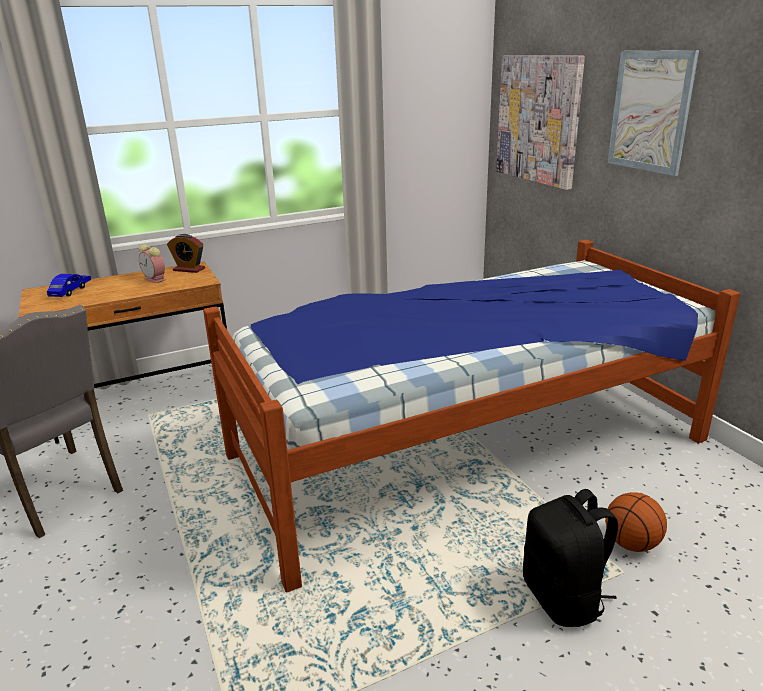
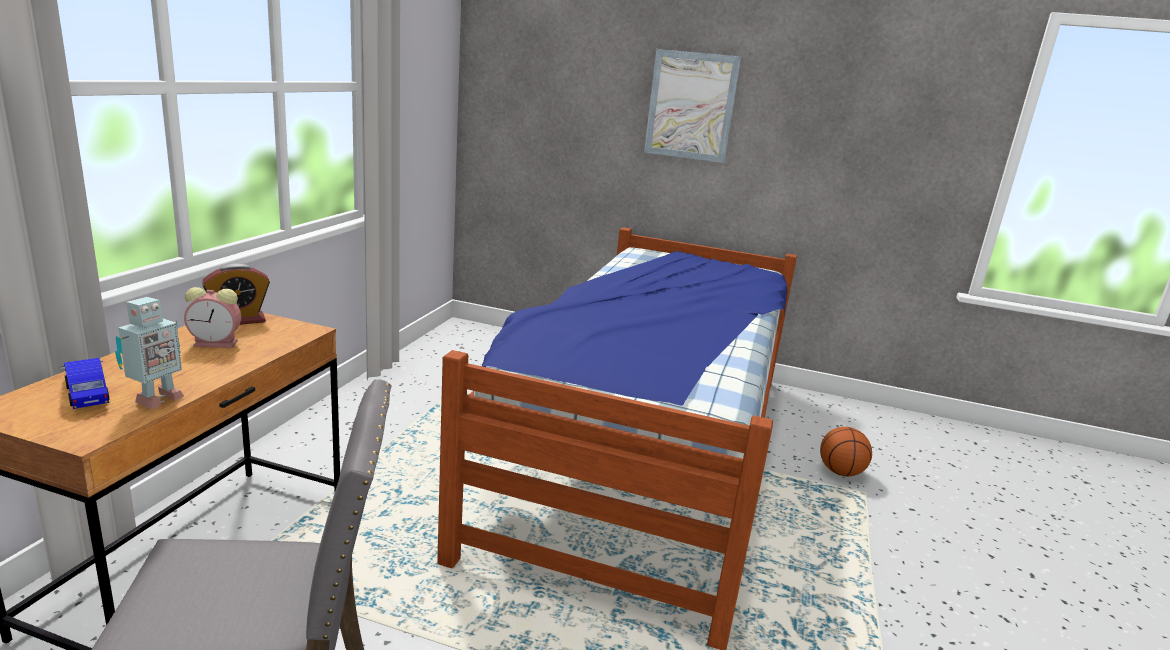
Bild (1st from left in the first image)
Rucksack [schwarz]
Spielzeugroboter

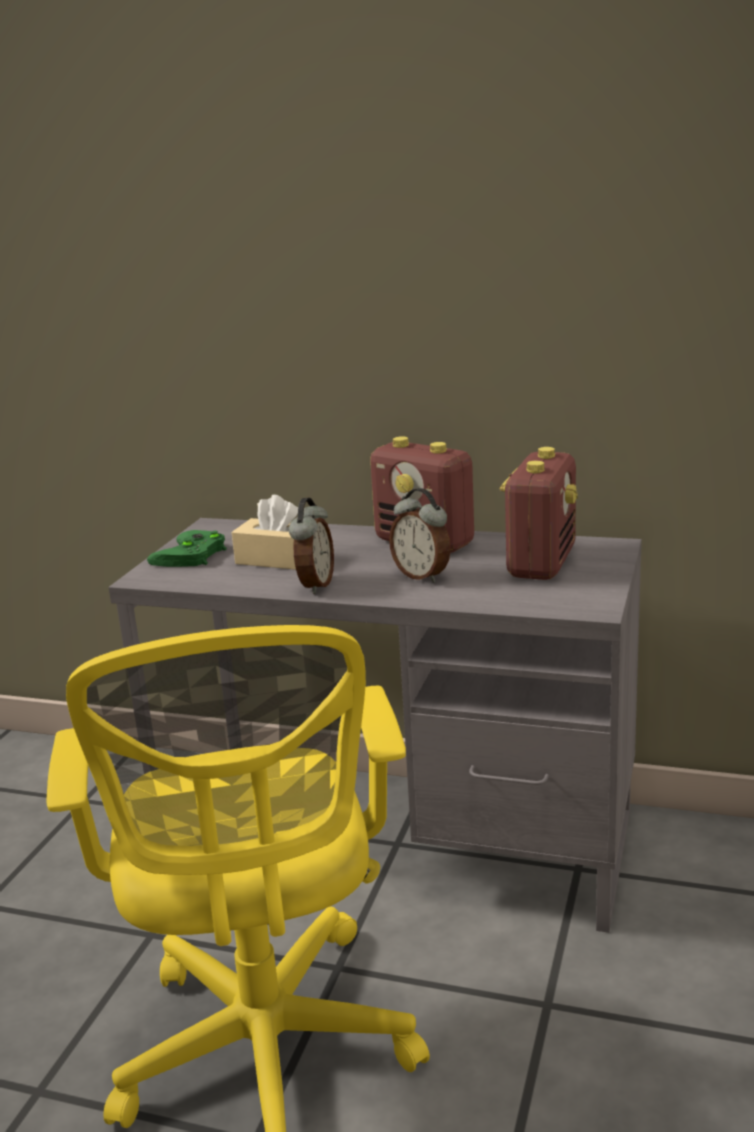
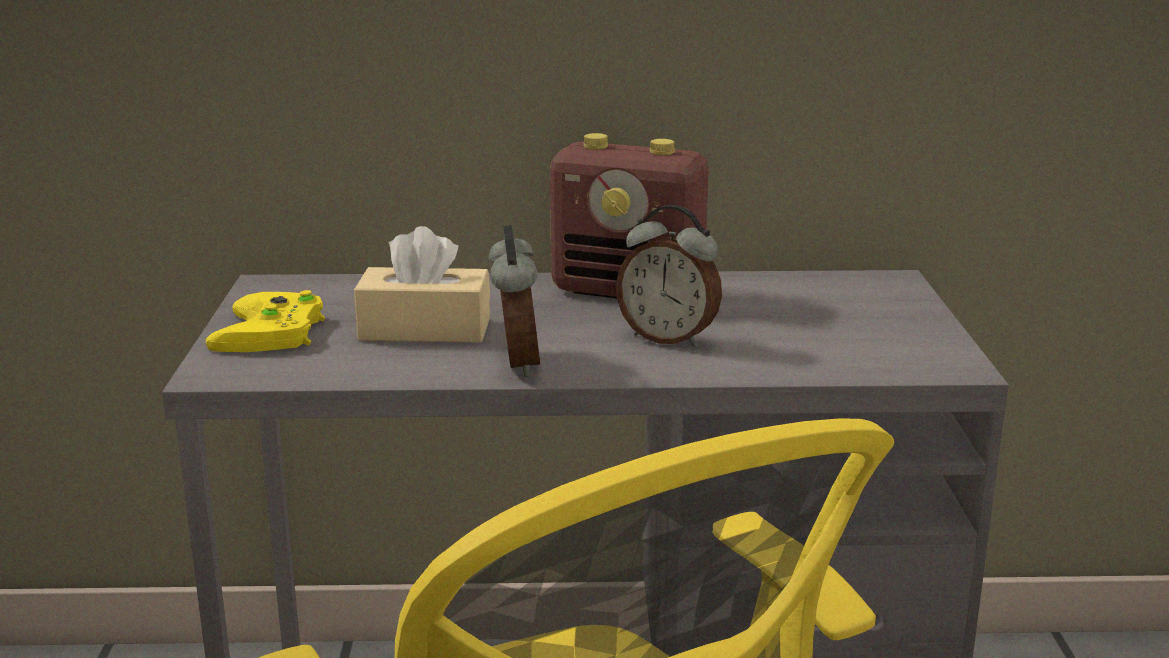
Gamepad [gelb]
Radio (2nd from left in the first image)

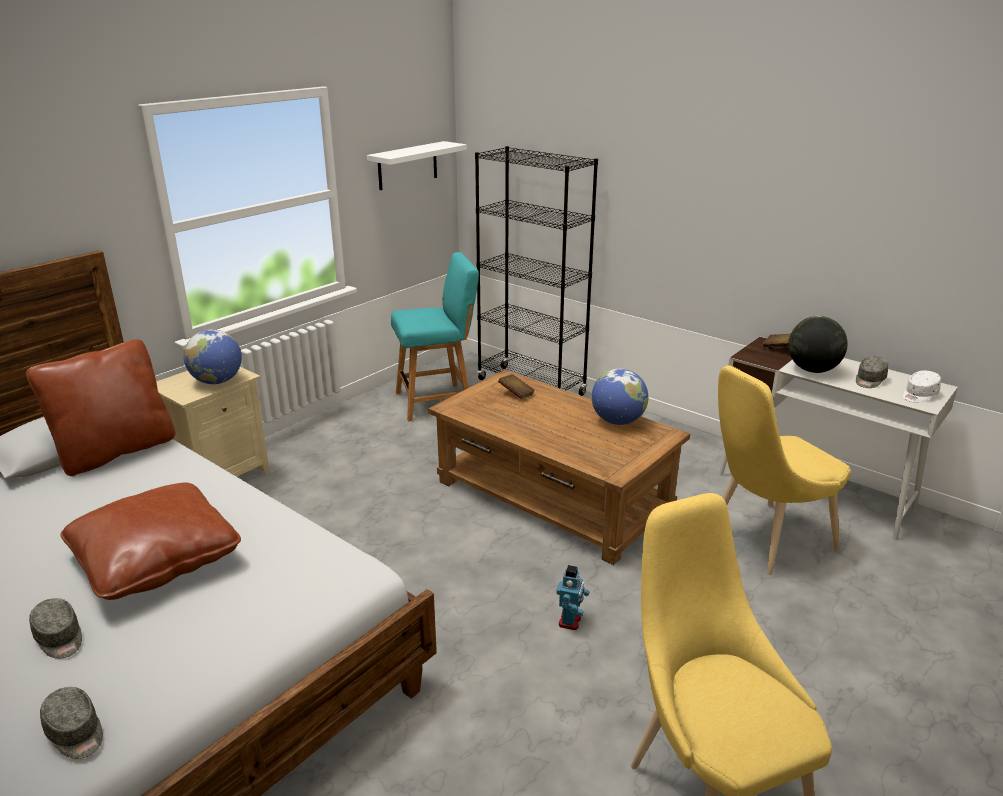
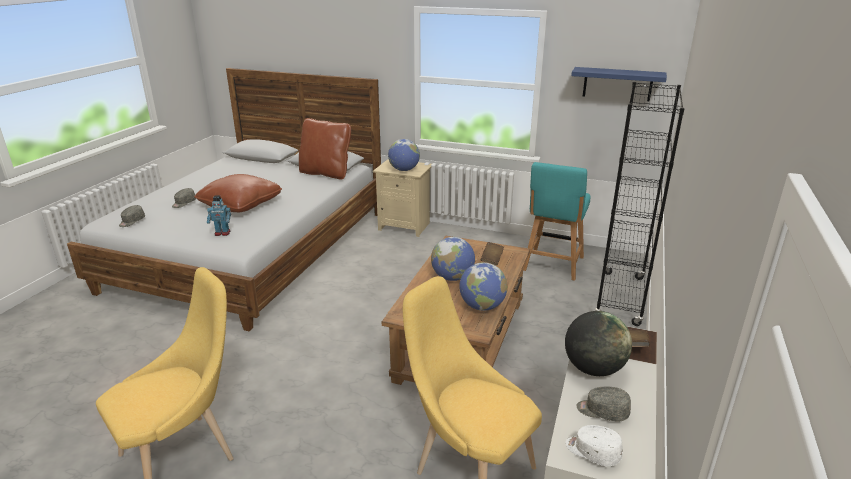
Wandregal [blau]
Stuhl [türkis]
Spielzeugroboter
Globus (2nd from left)

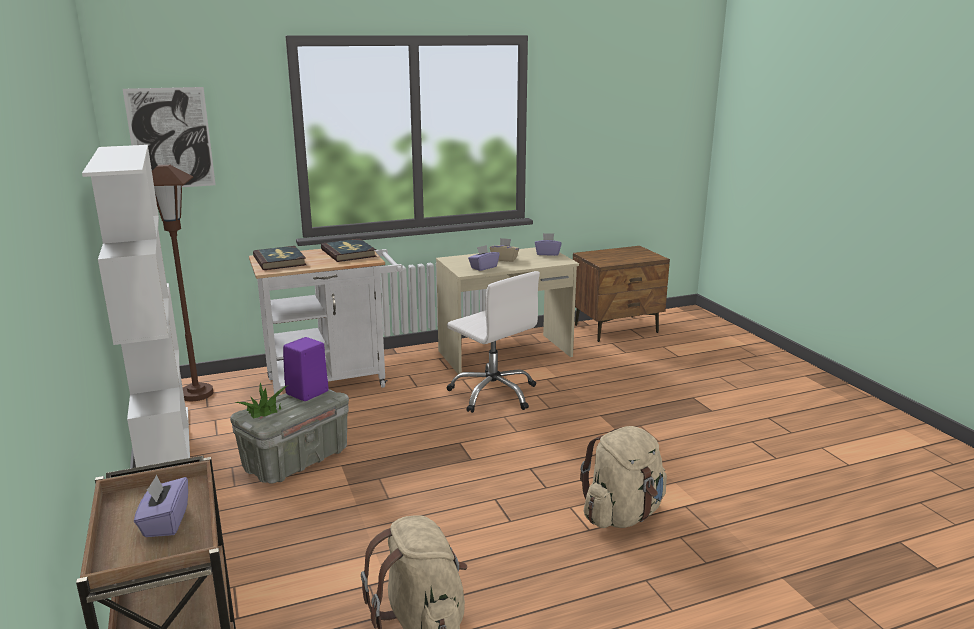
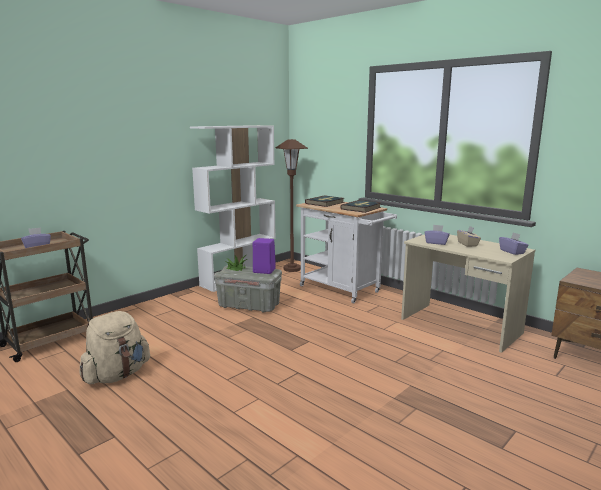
Bild
Bürostuhl [weiß]
Rucksack [beige] (2nd from left in the first image)

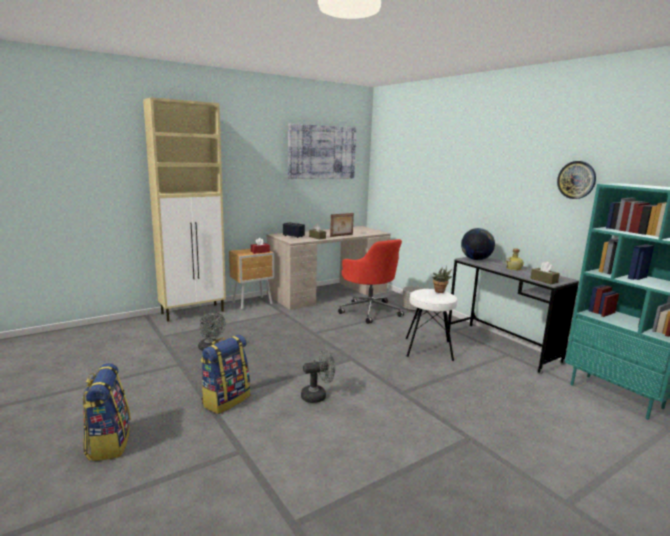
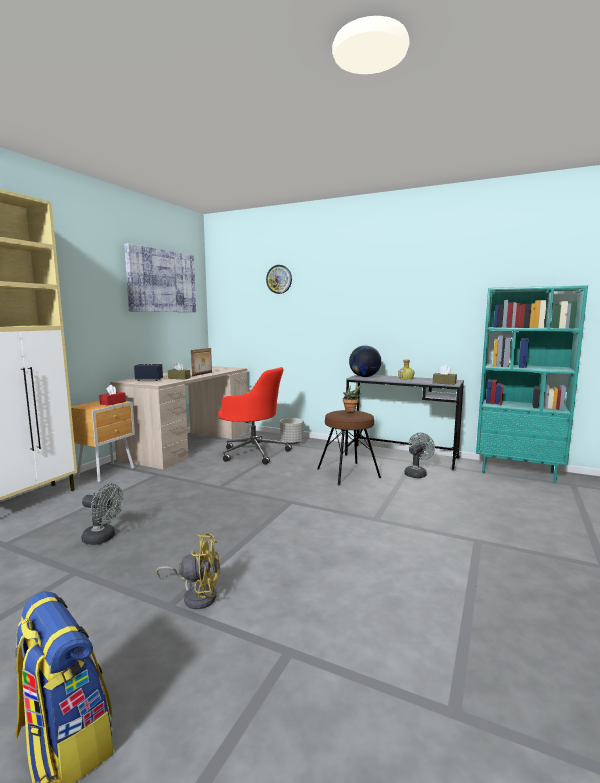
Ventilator [gelb]
Ventilator [grau] (2nd from left)
Hocker [braun]
Wanduhr

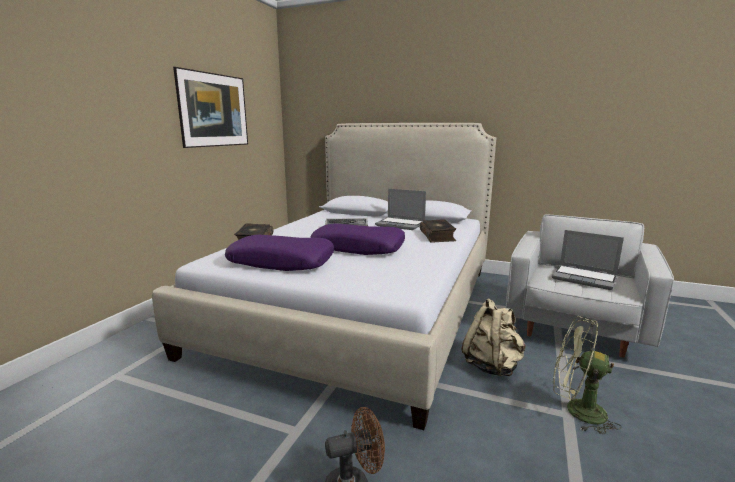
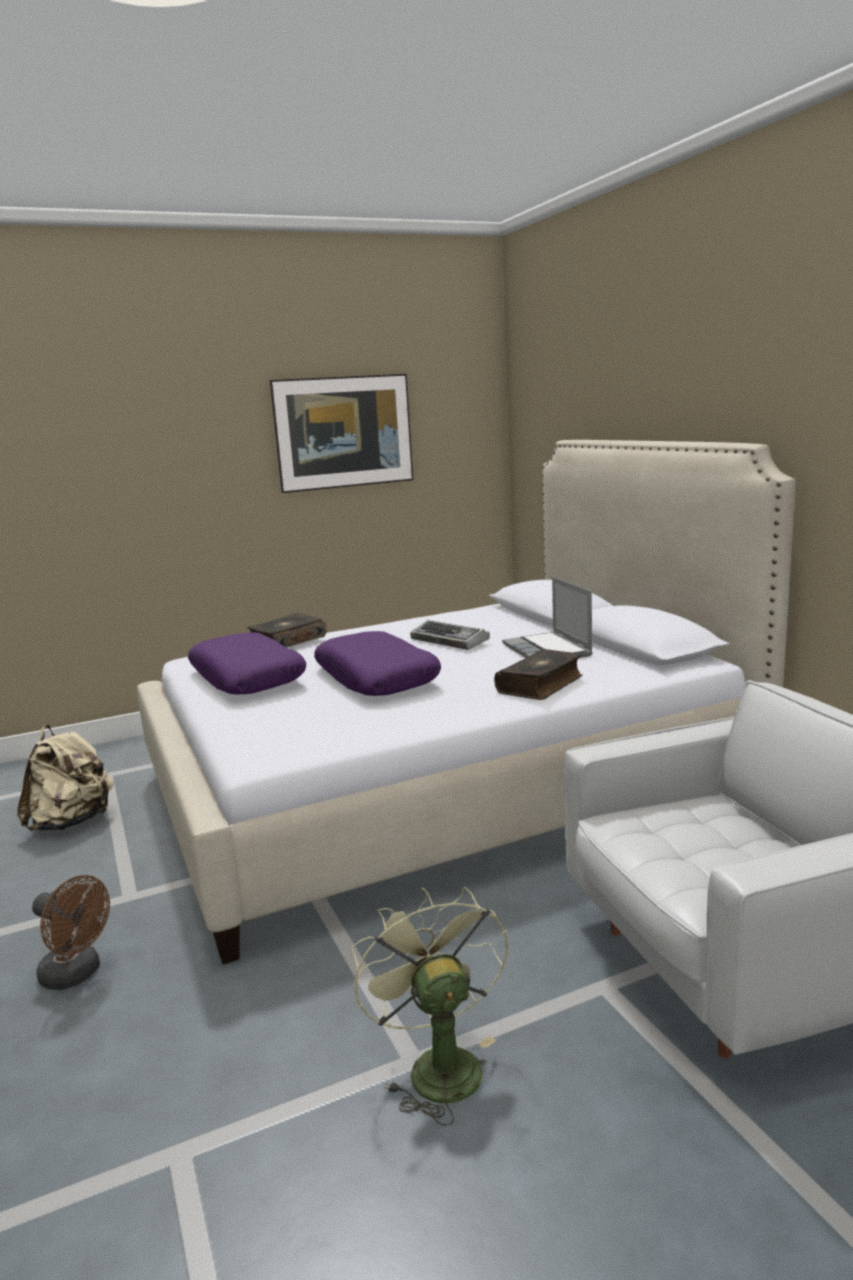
Rucksack [beige]
Laptop (2nd from left in the first image)

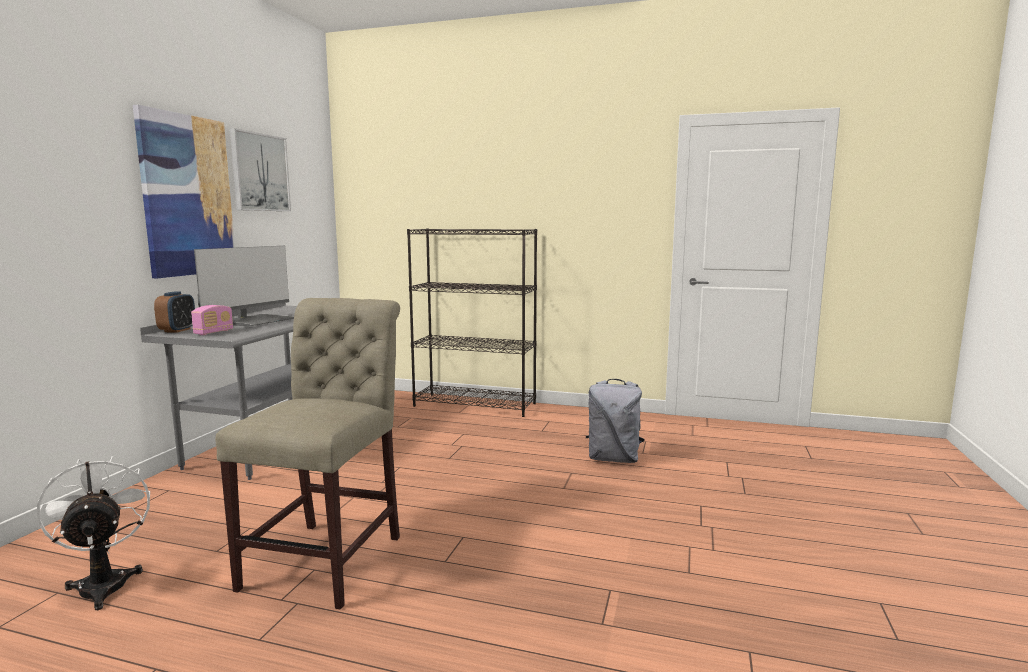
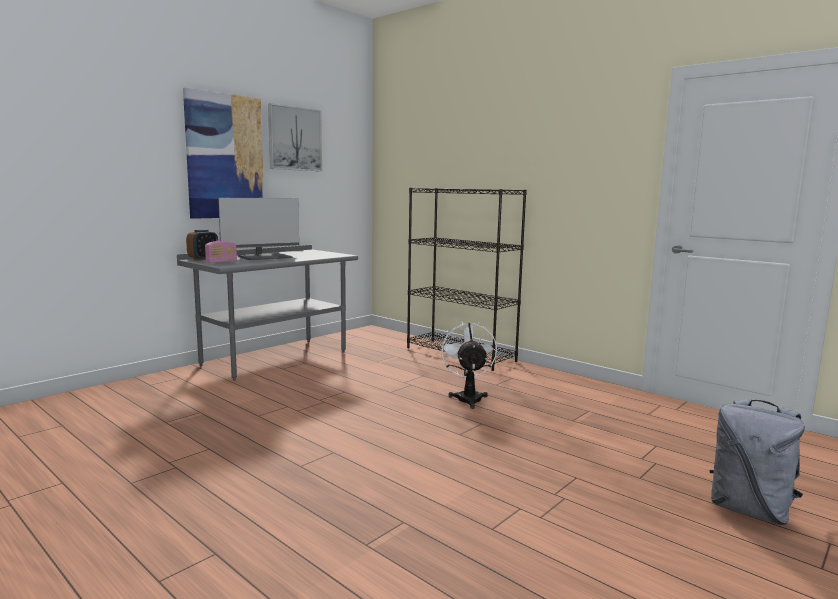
Ventilator [weiß]
Stuhl [beige]
Rucksack [grau]

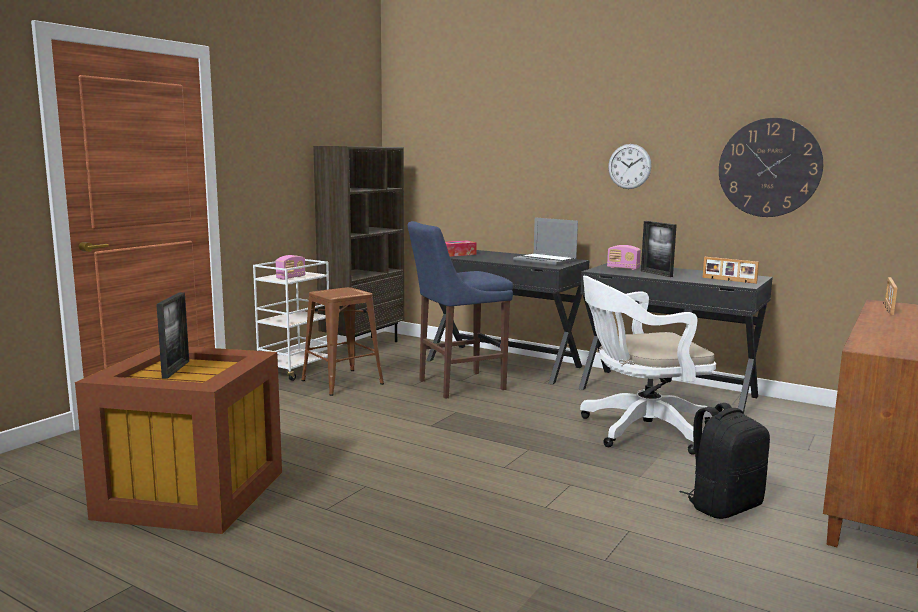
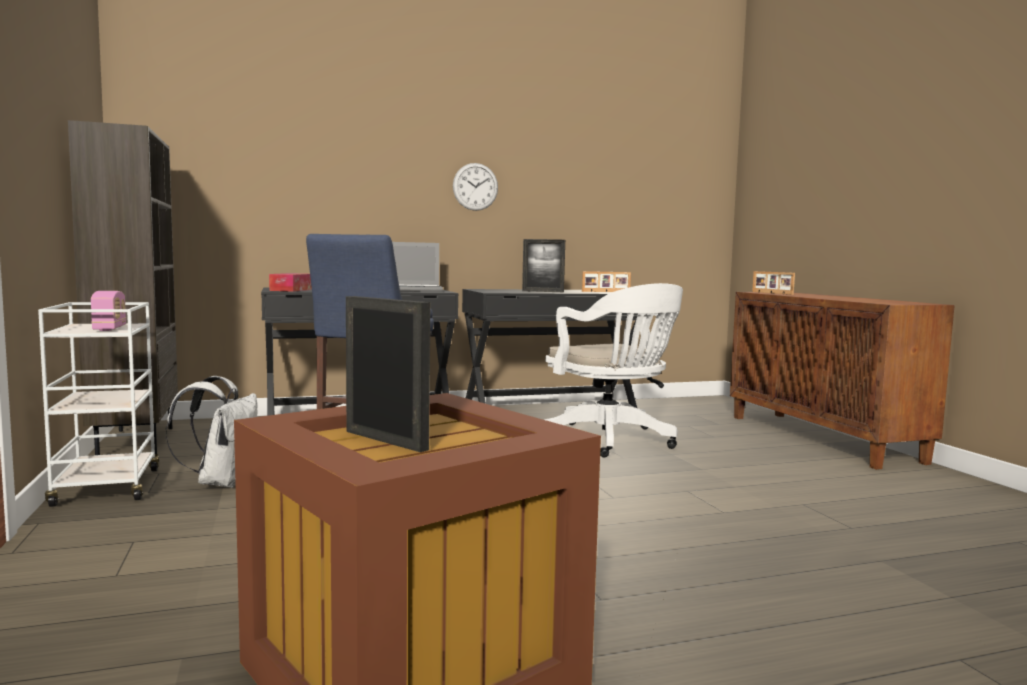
Rucksack [weiß]
Bürostuhl [weiß]
Radio (2nd from left in the first image)
Rucksack [schwarz]
Wanduhr (2nd from left in the first image)

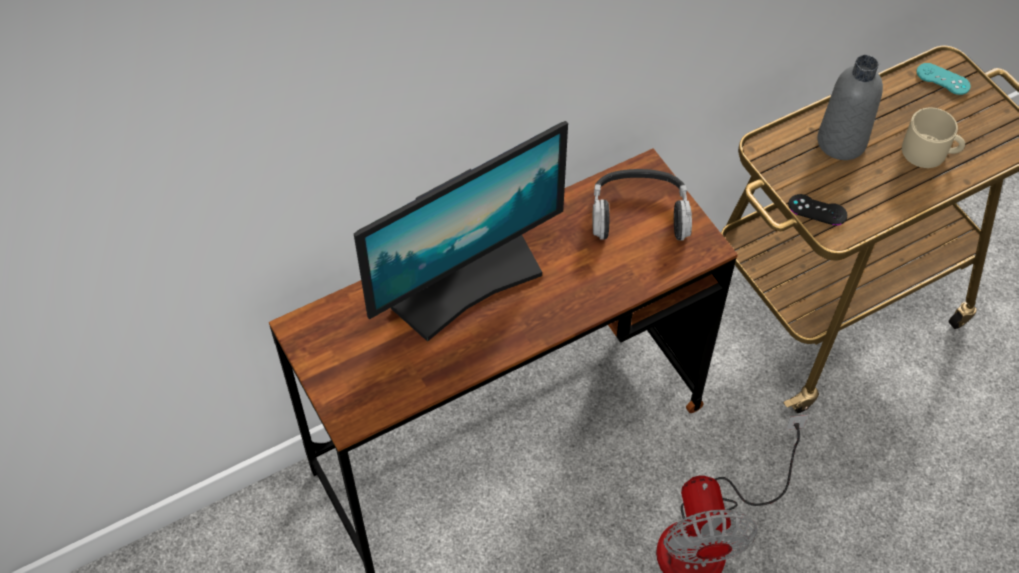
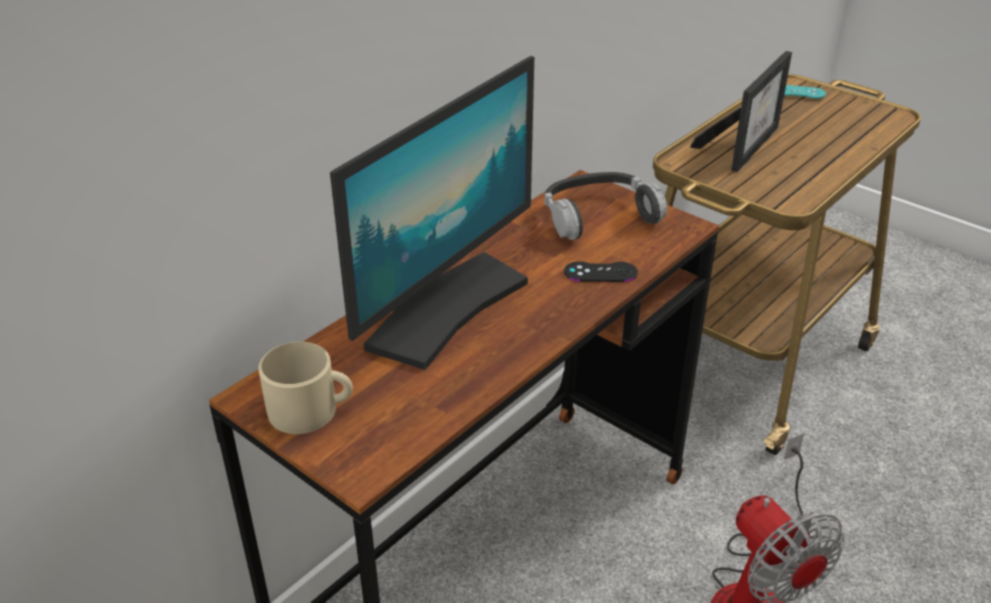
Gamepad [schwarz]
Bilderrahmen
Henkelbecher [beige]

